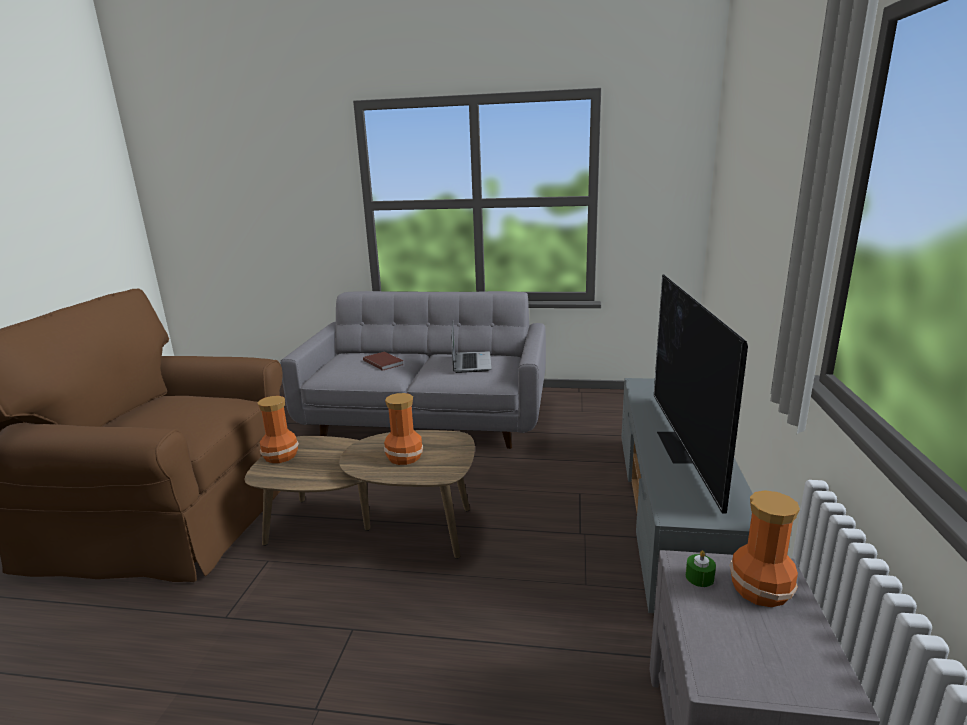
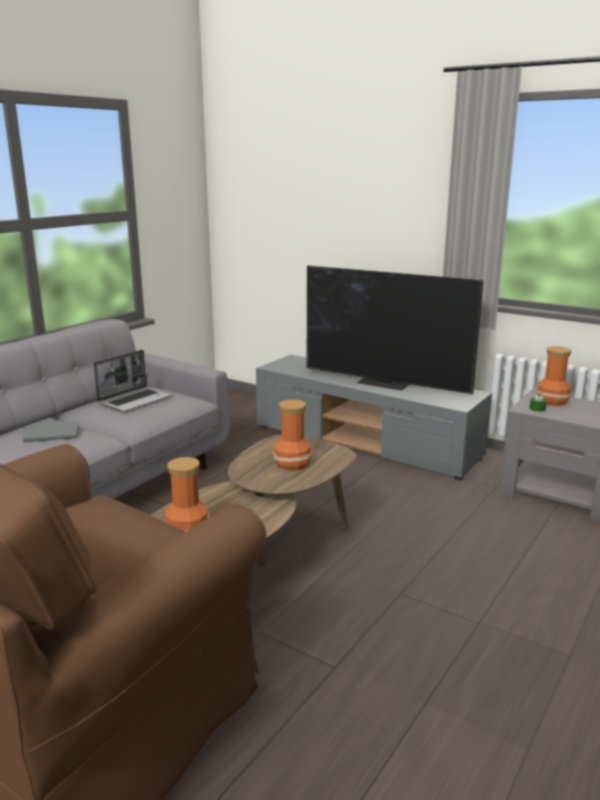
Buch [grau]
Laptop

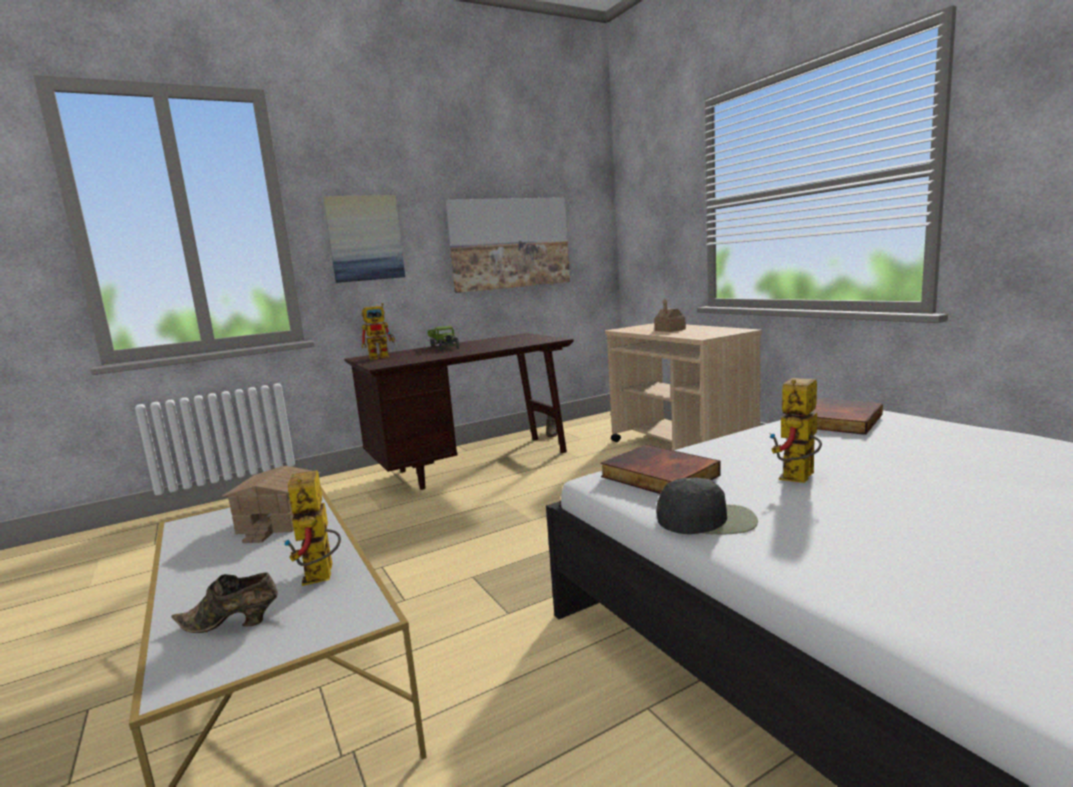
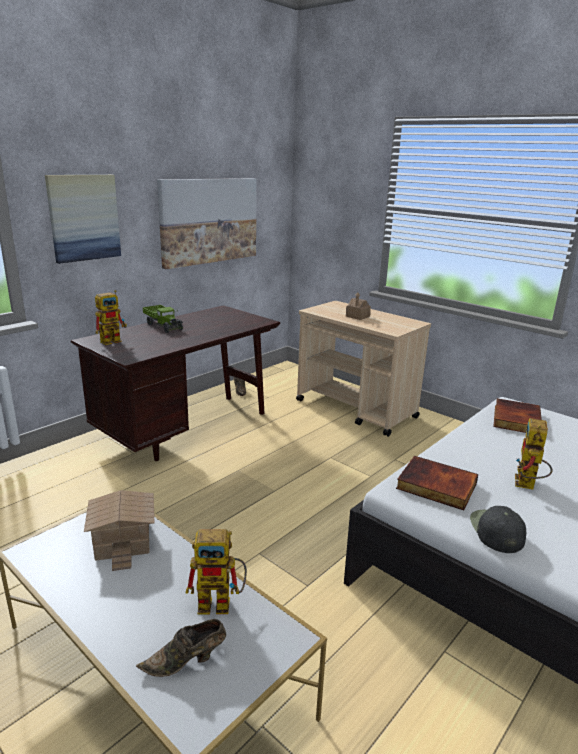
Spielzeugroboter (2nd from left)
Kappe [schwarz]

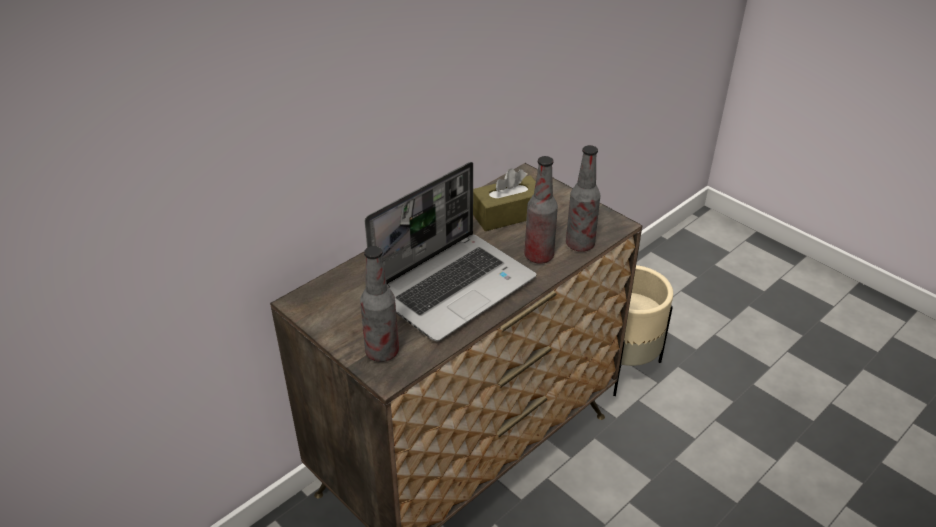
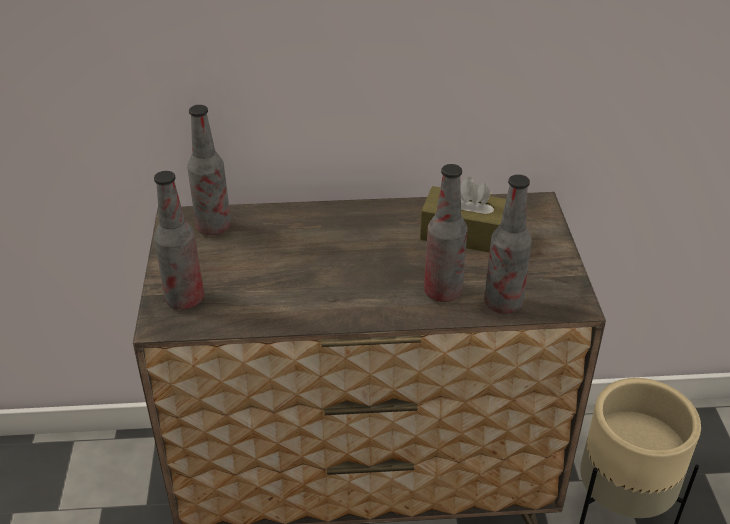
Laptop
Flasche (2nd from left)

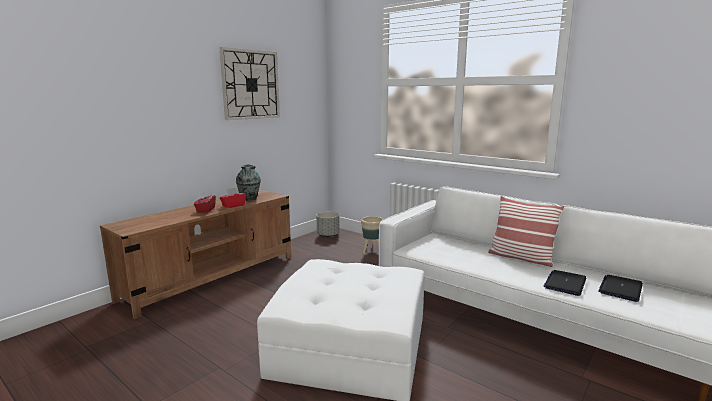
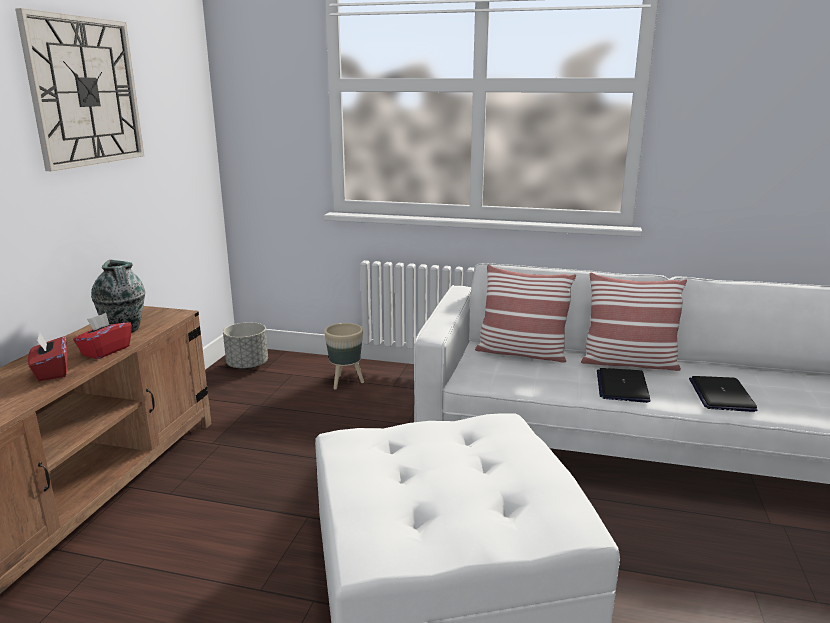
Laptop (1st from left)
Kissen (1st from left)

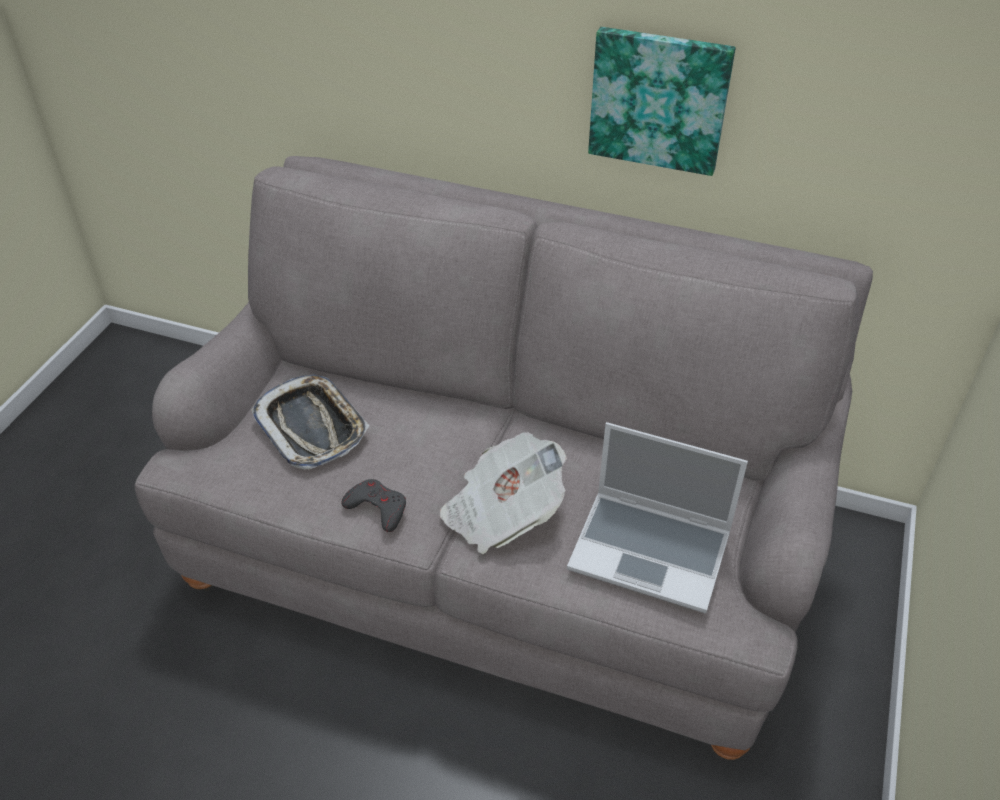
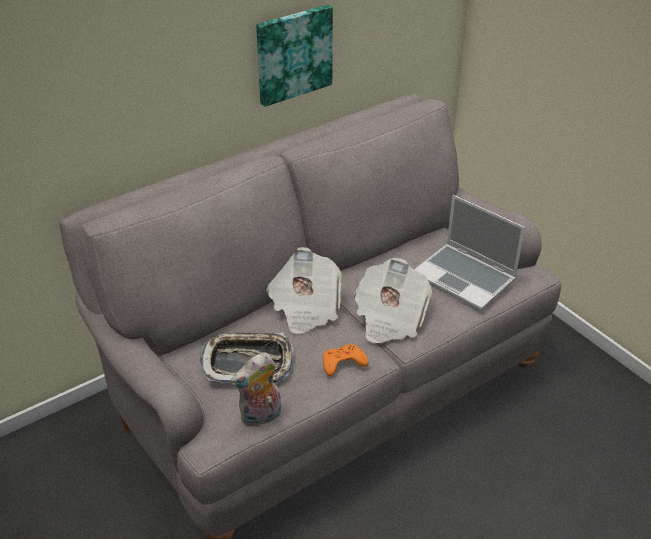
Gamepad [orange]
Laptop
Plüschtier
Zeitung (1st from left)

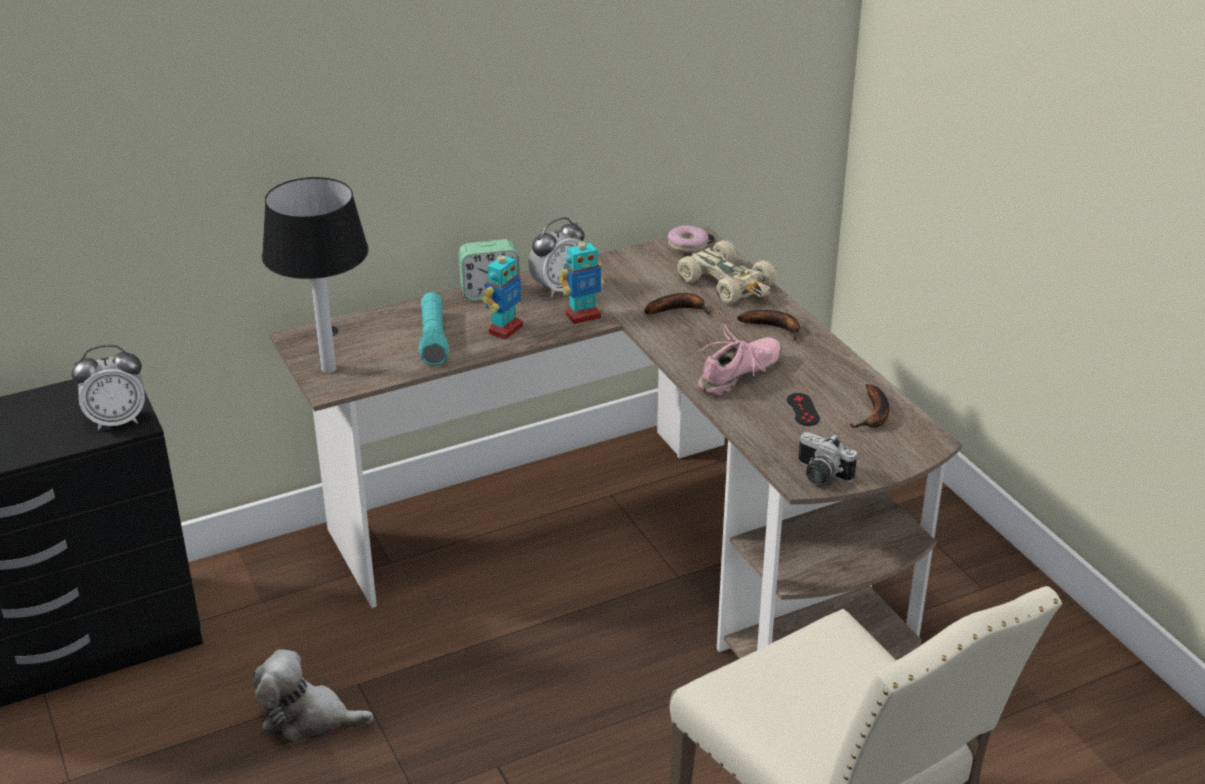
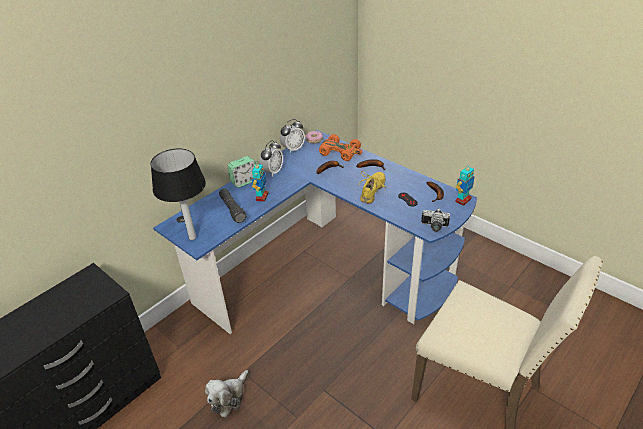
Wecker (3rd from left)
Plüschtier
Schreibtisch [blau]
Taschenlampe [schwarz]
Spielzeugroboter (2nd from left)
Spielzeugauto [orange]
Schuh [gelb]

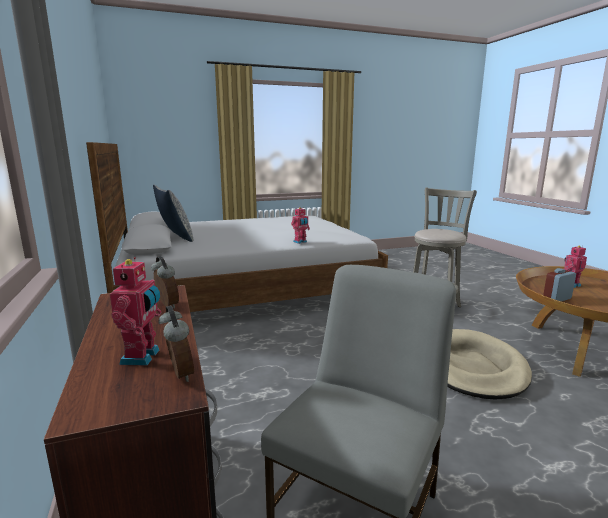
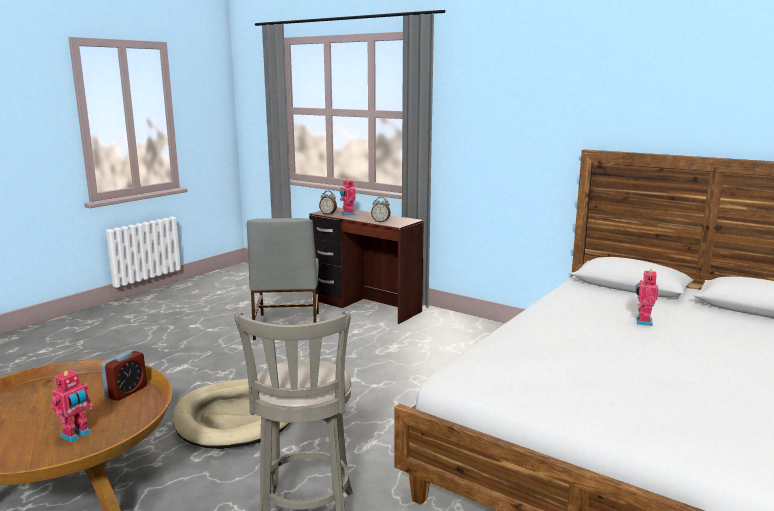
Kissen
Spielzeugroboter (3rd from left)

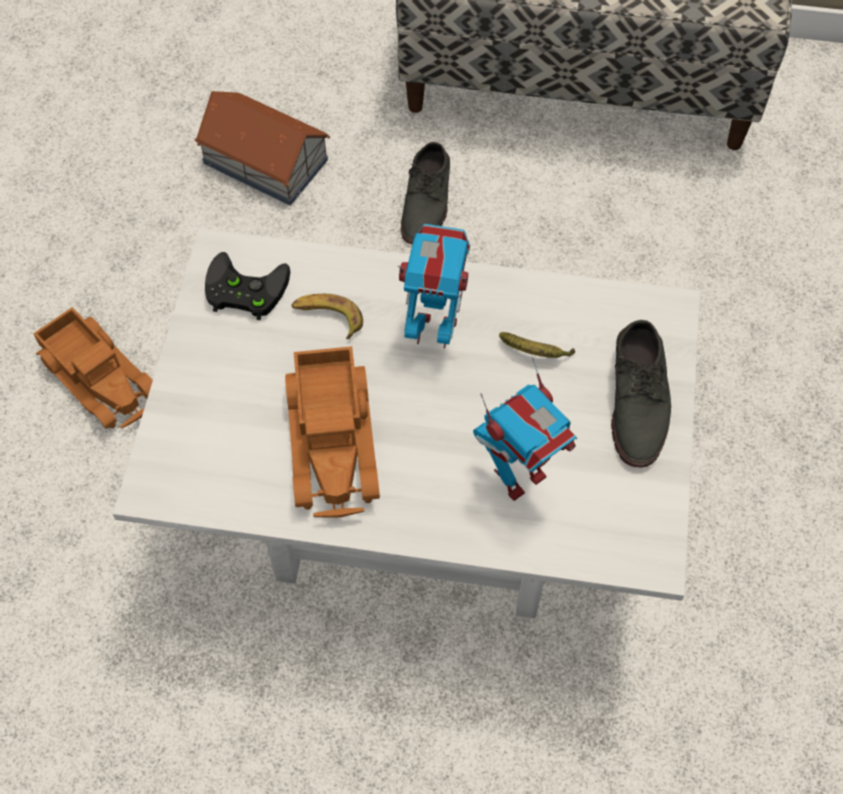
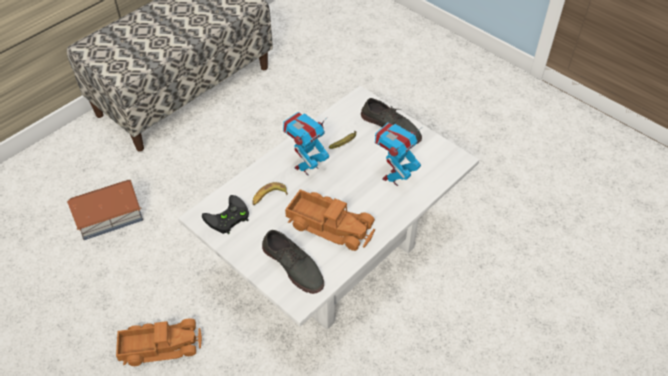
Schuh [grau] (1st from left)
Spielzeugroboter (2nd from left)

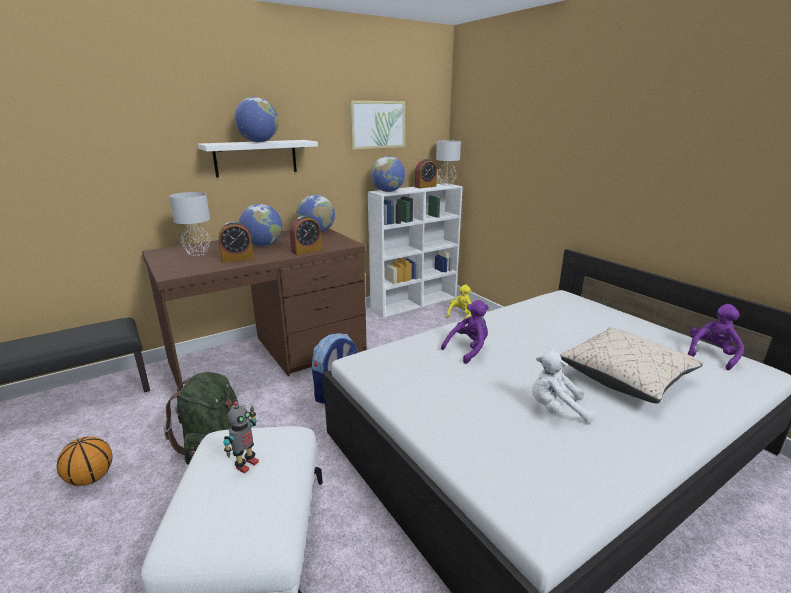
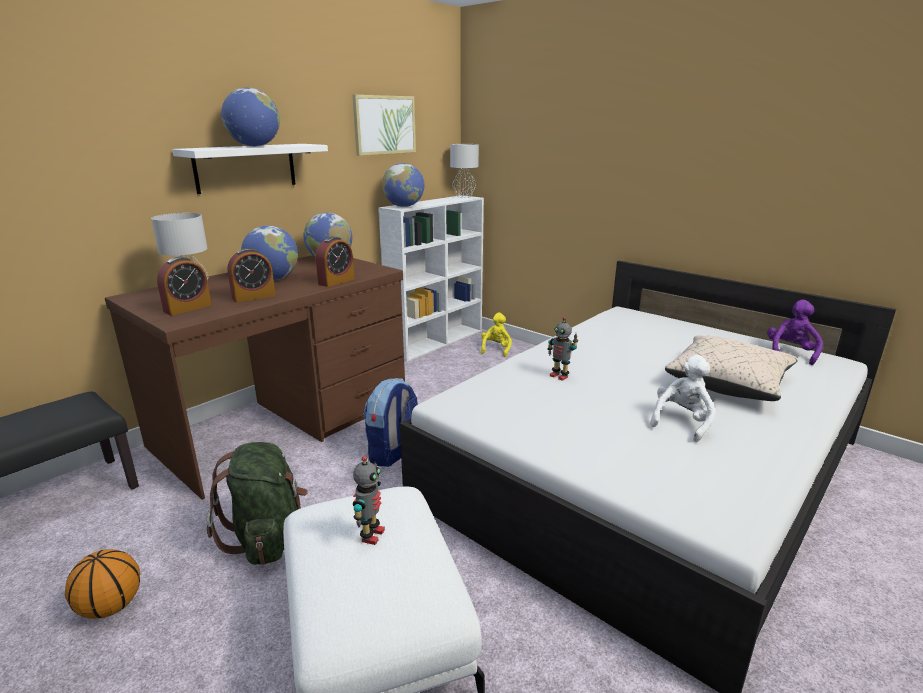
Wecker (1st from left)
Spielzeugroboter (2nd from left)
Plüschtier [weiß]

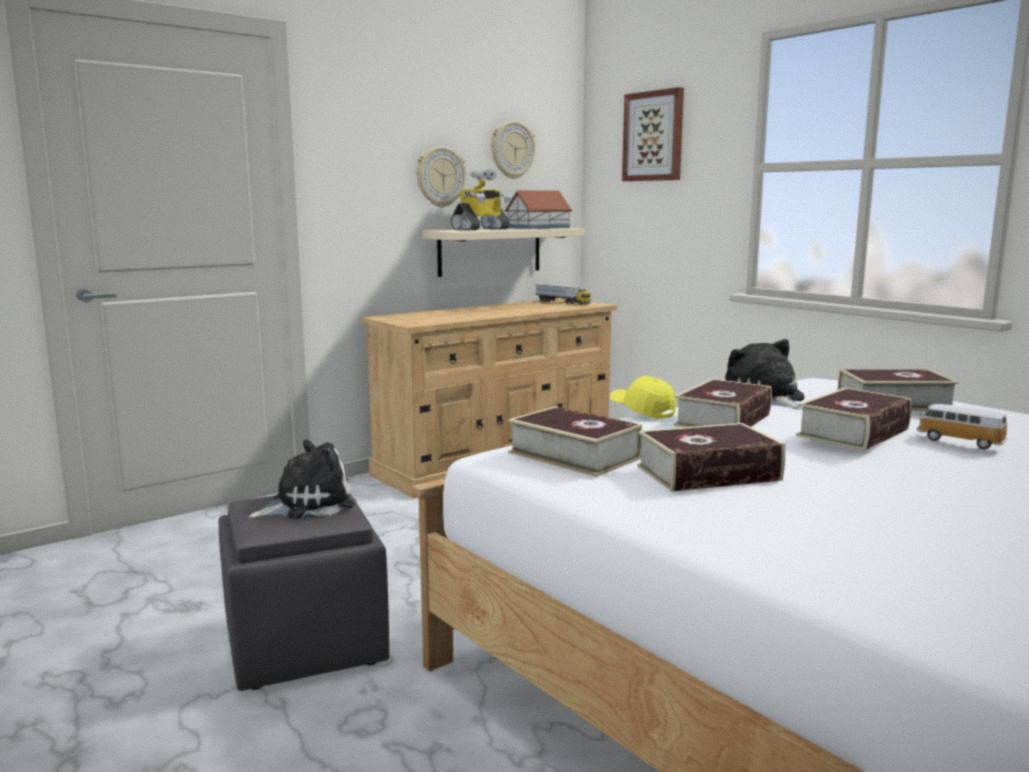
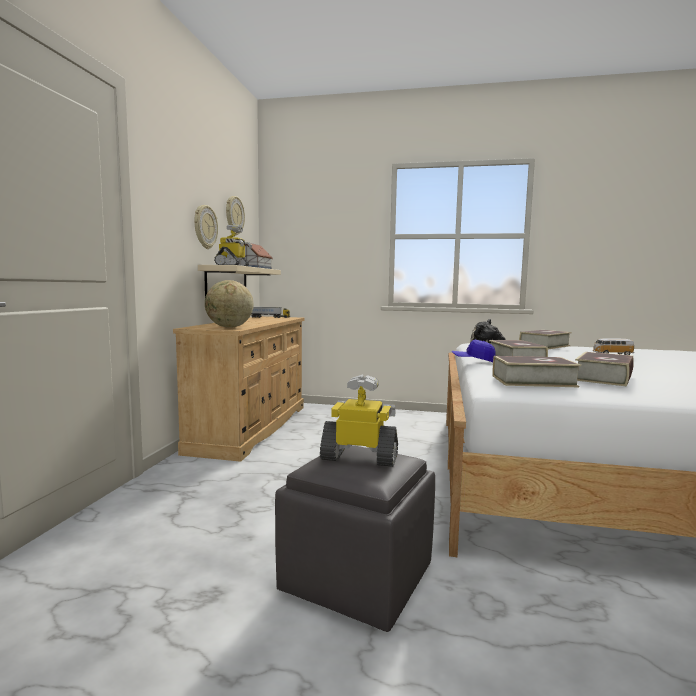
Spielzeugroboter (2nd from left)
Kappe [blau]
Bild
Buch (4th from left in the first image)
Globus

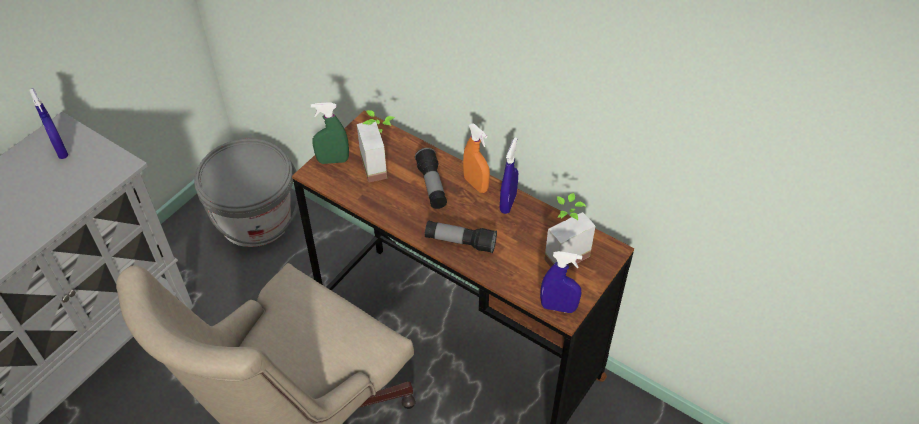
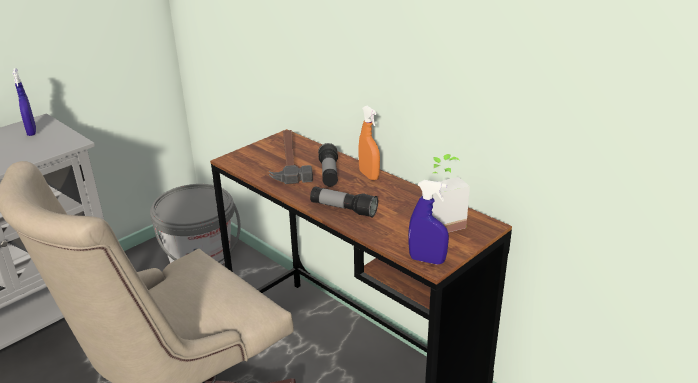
Sprühflasche [grün]
Hammer
Sprühflasche [blau] (2nd from left in the first image)

